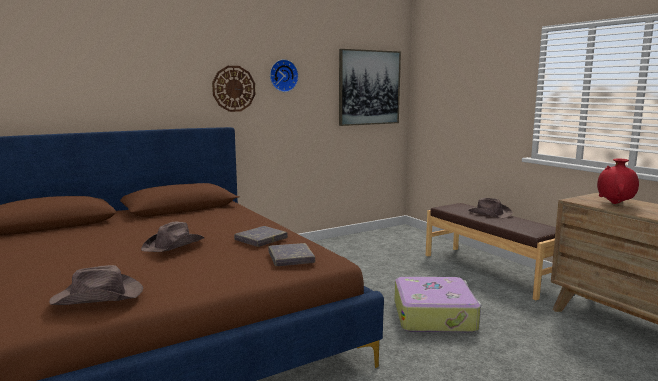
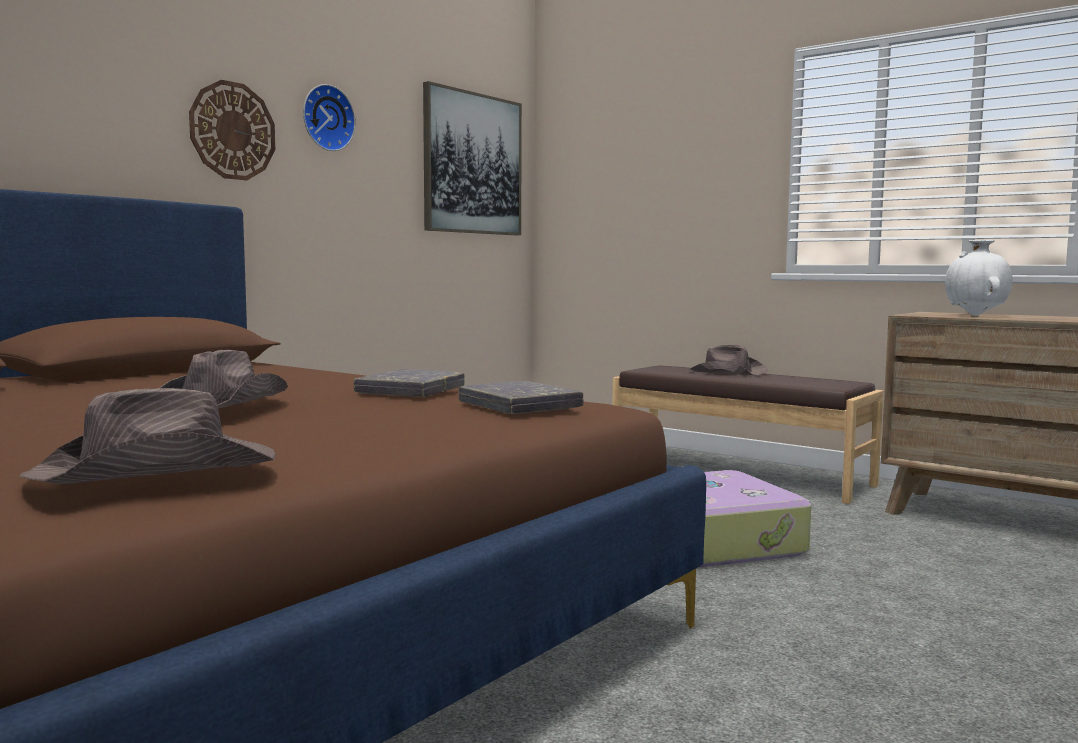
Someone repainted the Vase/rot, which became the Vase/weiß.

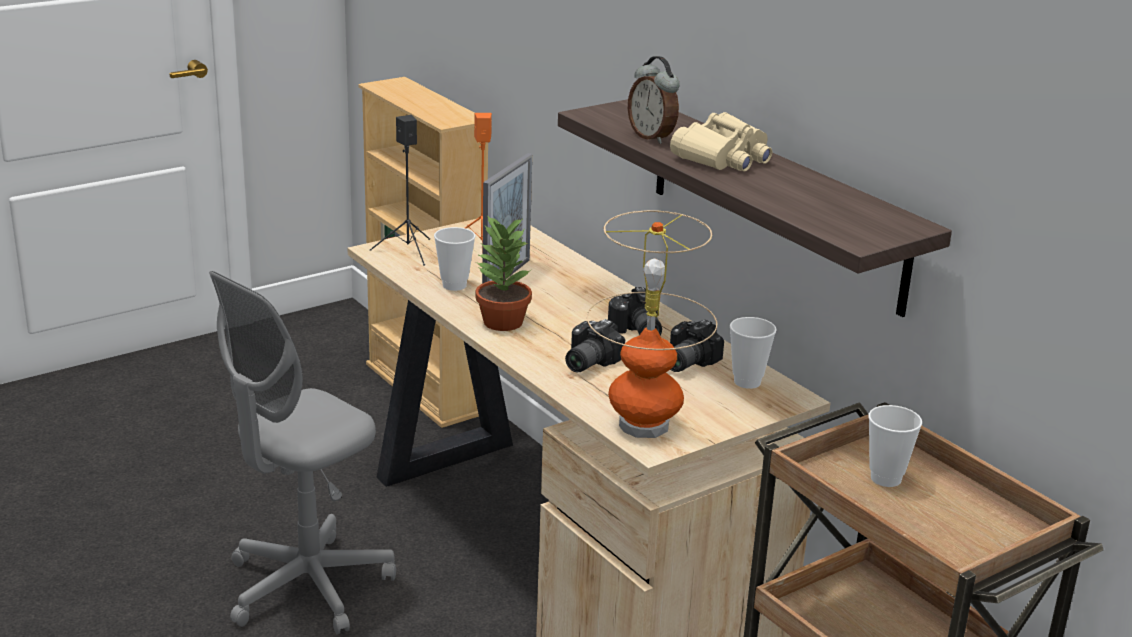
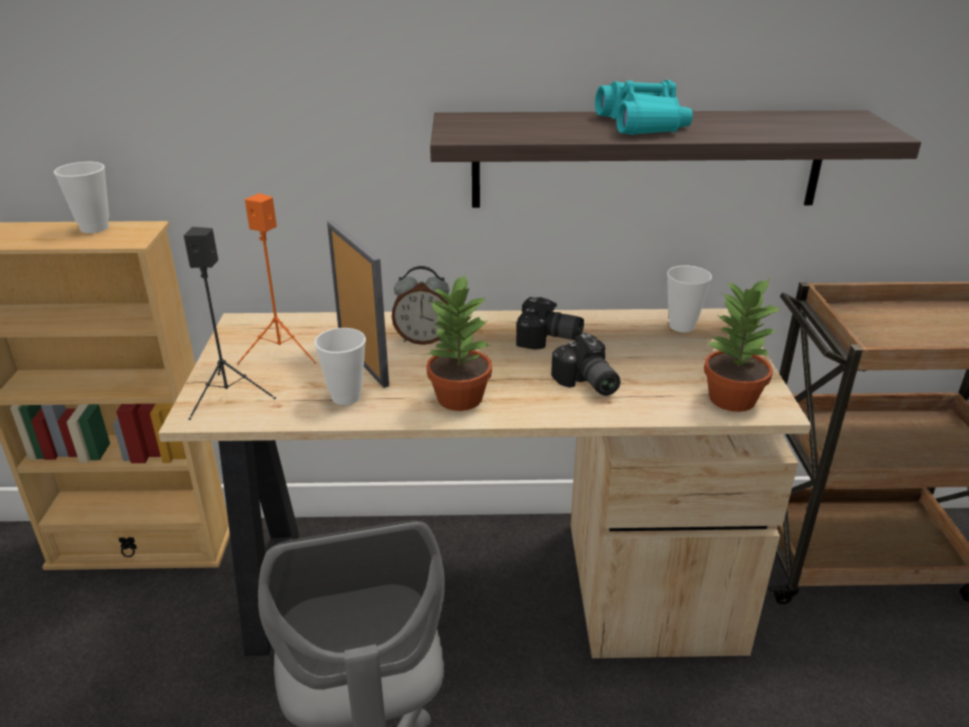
Someone took away the Kamera (no. 3 from left).
Someone carried the Wecker.
Someone carried the Tasse (no. 3 from left in the first image).
Someone swapped the Tischlampe for the Topfpflanze (no. 2 from left).
Someone repainted the Fernglas/beige, which became the Fernglas/türkis.

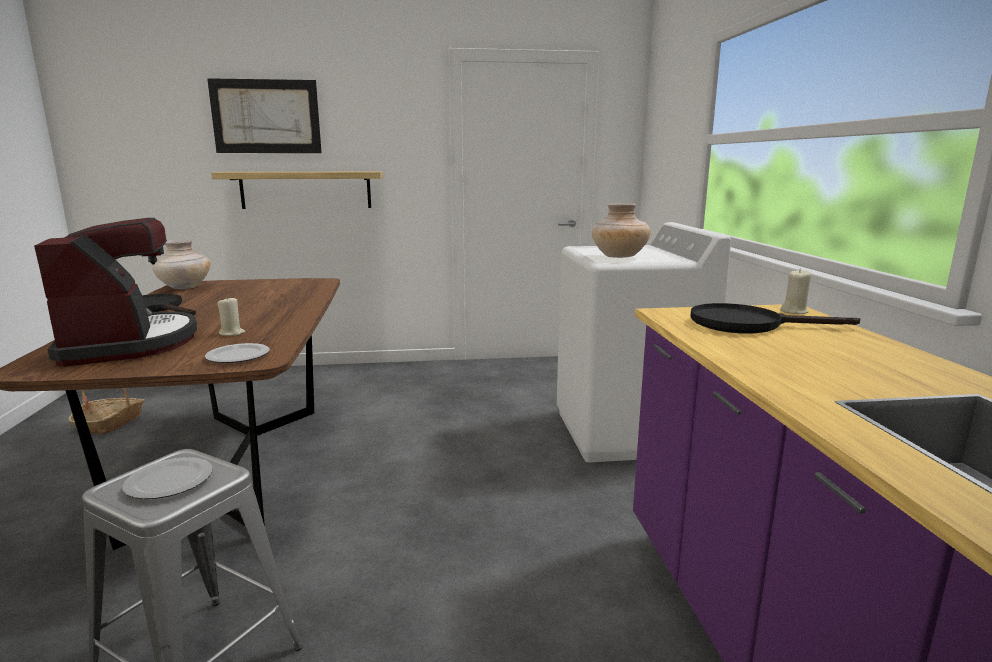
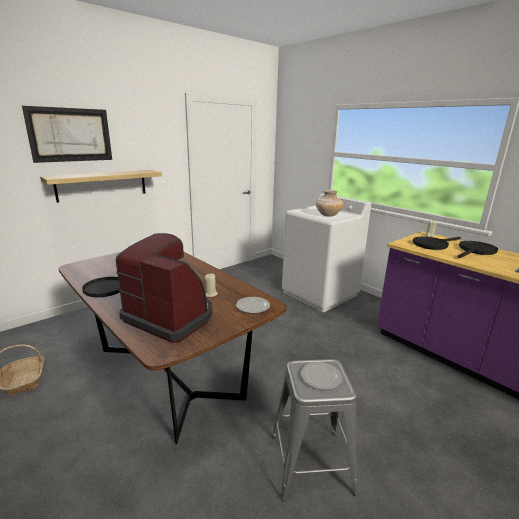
Someone took away the Vase/beige (no. 1 from left).
Someone put down the Pfanne/schwarz (no. 3 from left).

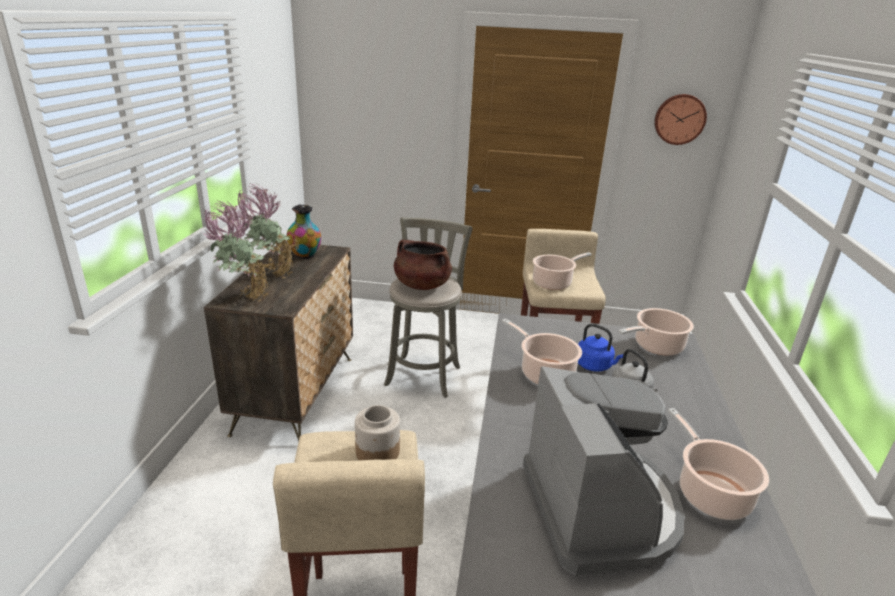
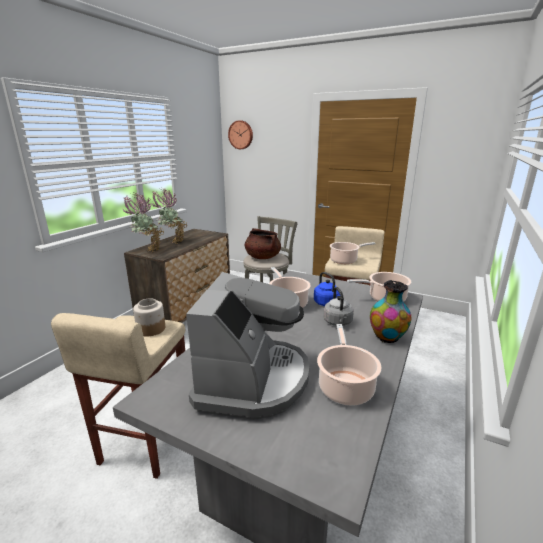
Someone carried the Vase.
Someone carried the Wanduhr.

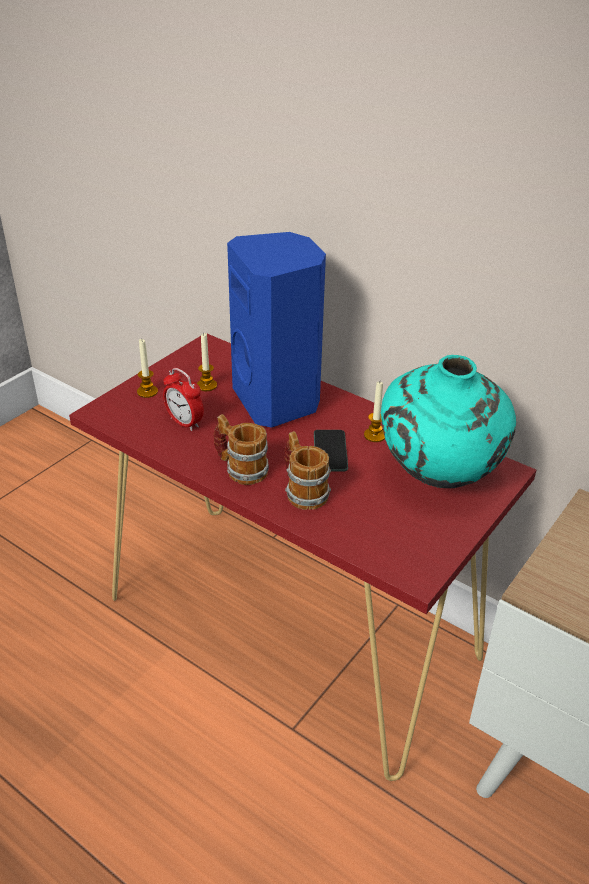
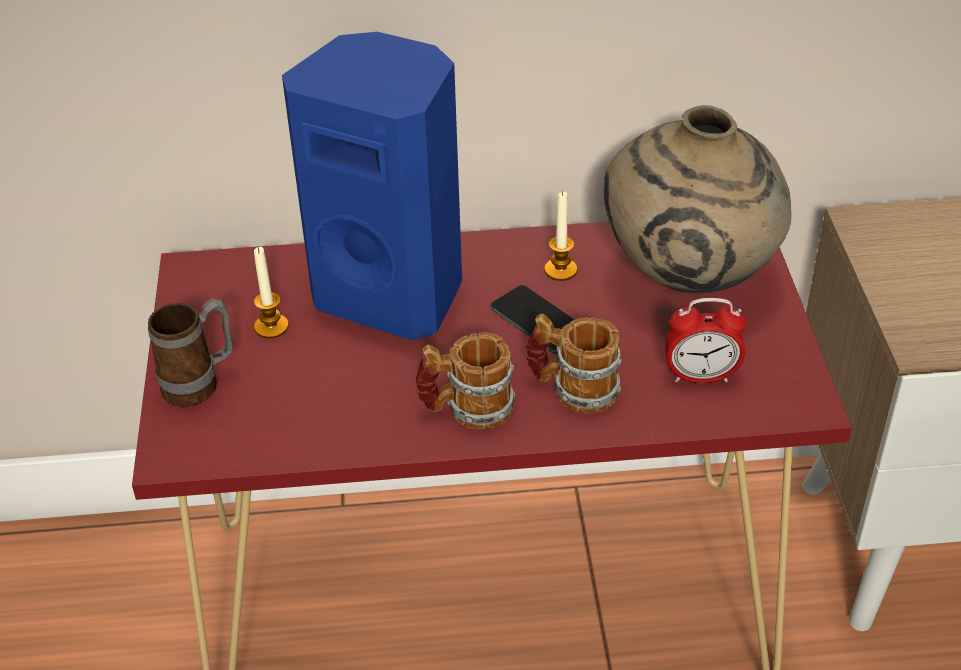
Someone carried the Wecker.
Someone swapped the Kerze (no. 1 from left) for the Henkelbecher (no. 1 from left).
Someone repainted the Vase/türkis, which became the Vase/beige.

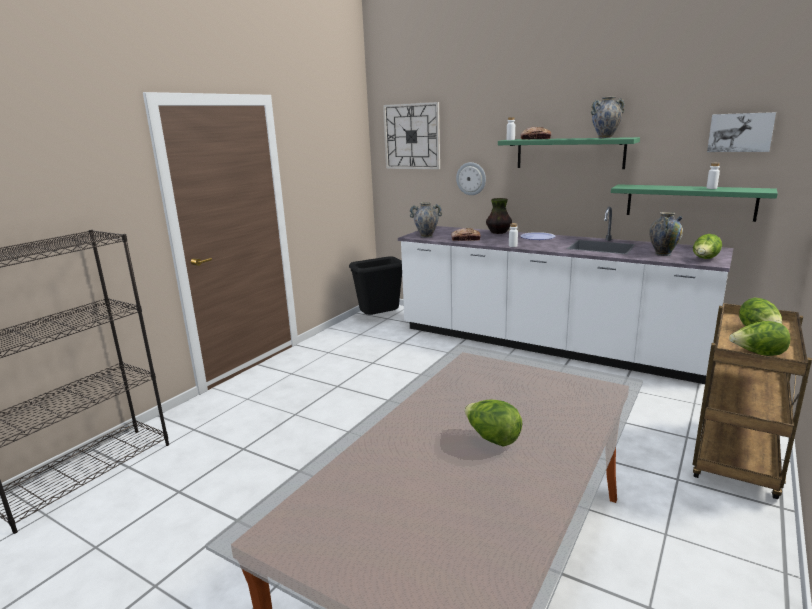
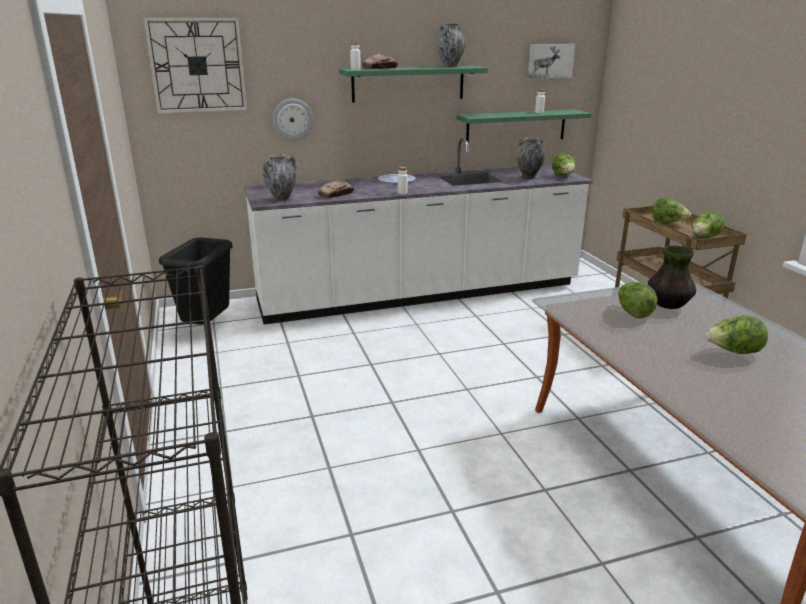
Someone put down the Salatkopf (no. 2 from left).
Someone carried the Vase (no. 2 from left in the first image).

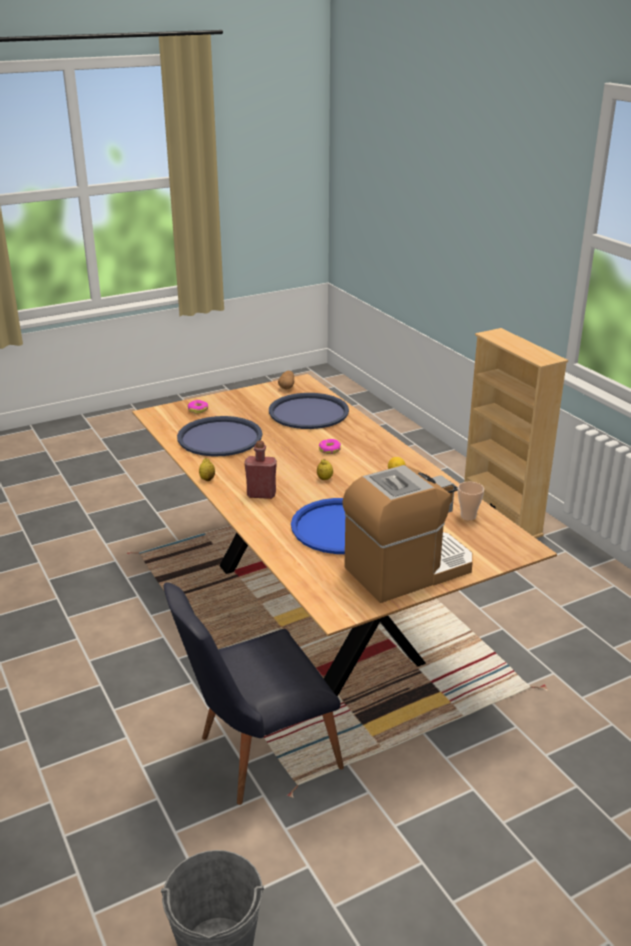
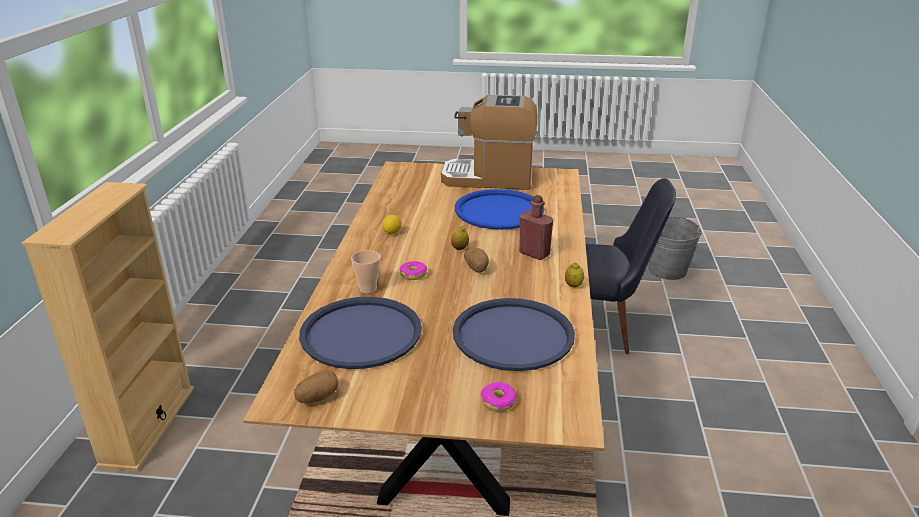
Someone put down the Kartoffel (no. 2 from left).
Someone carried the Tasse.

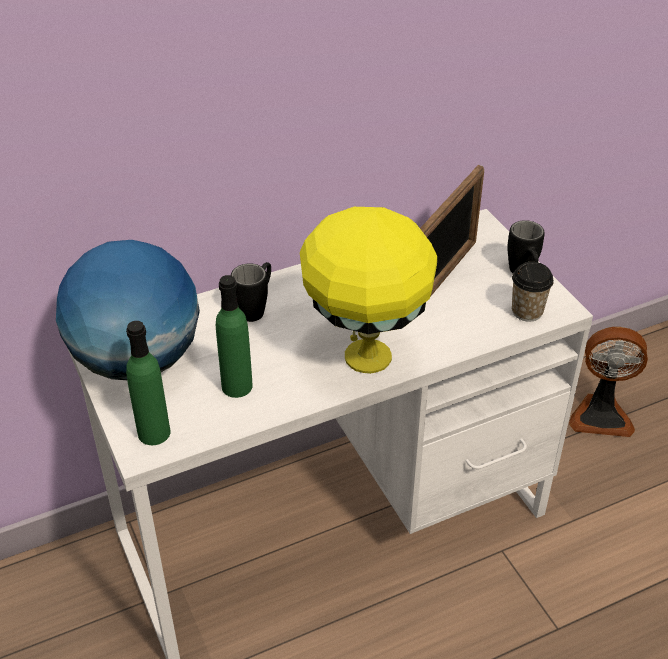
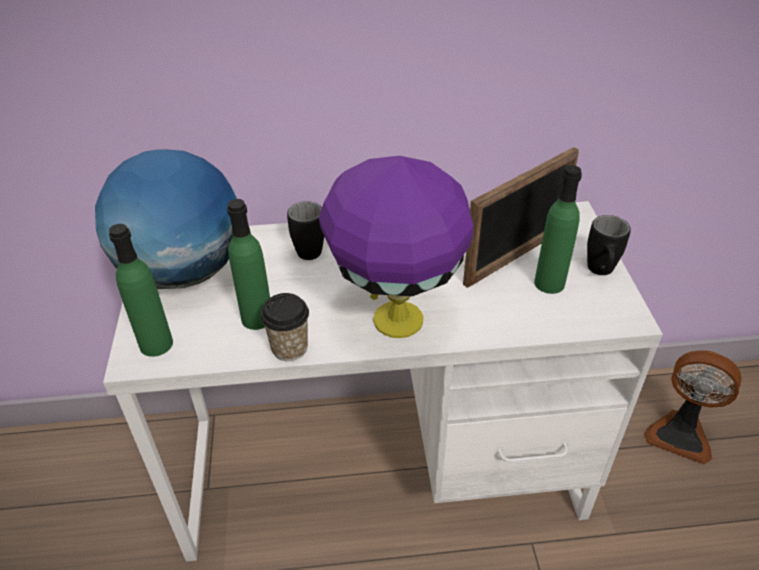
Someone put down the Flasche/grün (no. 3 from left).
Someone carried the Tasse.
Someone repainted the Tischlampe/gelb, which became the Tischlampe/lila.

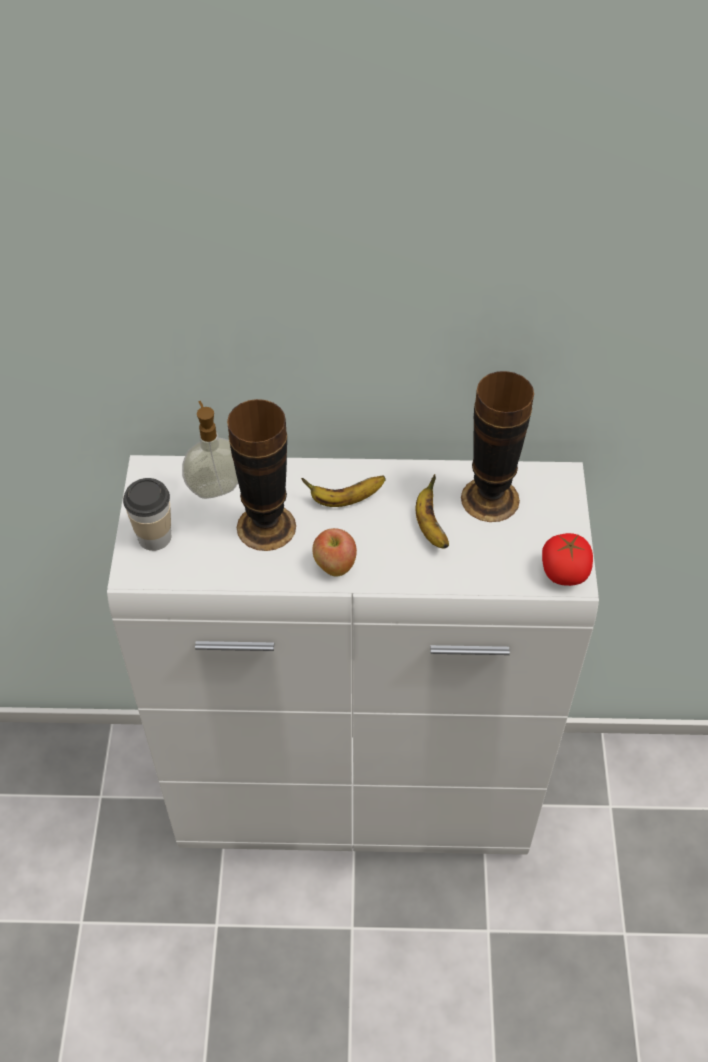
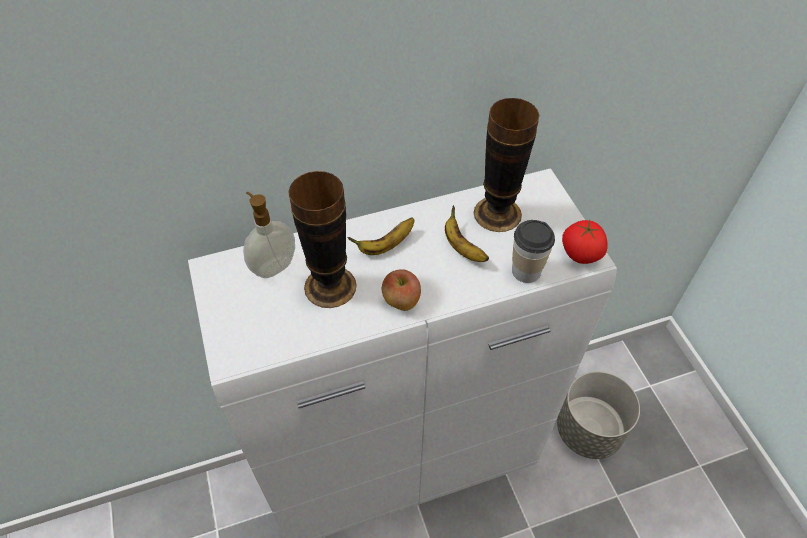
Someone put down the Pflanzkübel/grau.
Someone carried the Tasse.

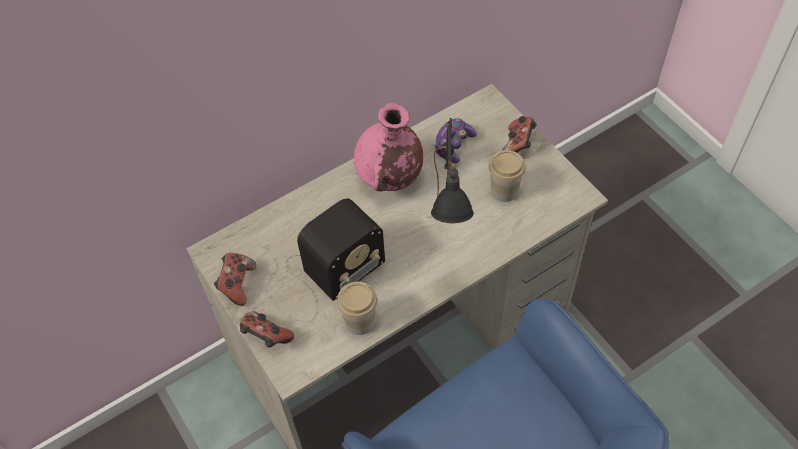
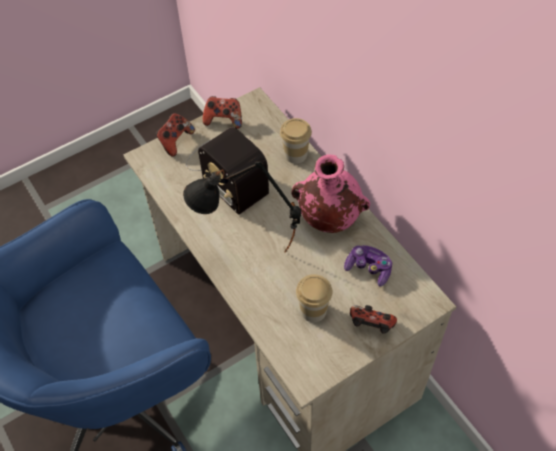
Someone carried the Tasse (no. 1 from left).

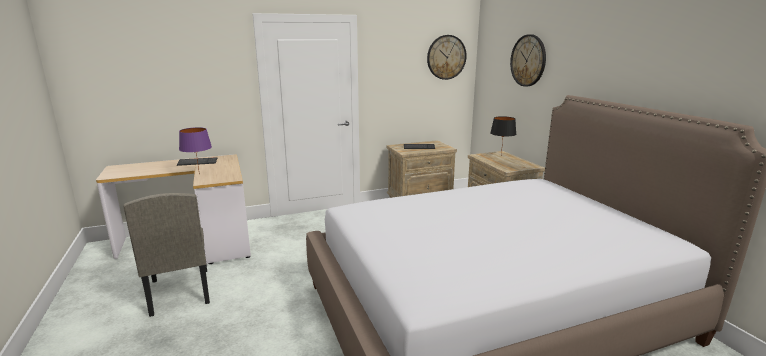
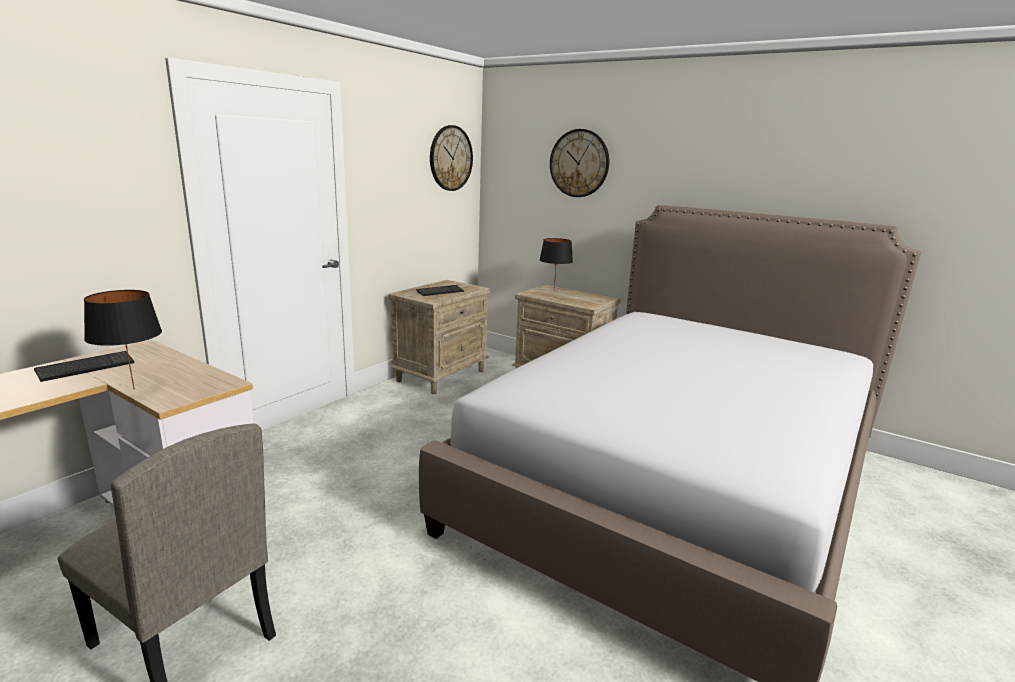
Someone repainted the Tischlampe/lila, which became the Tischlampe/schwarz (no. 1 from left).

